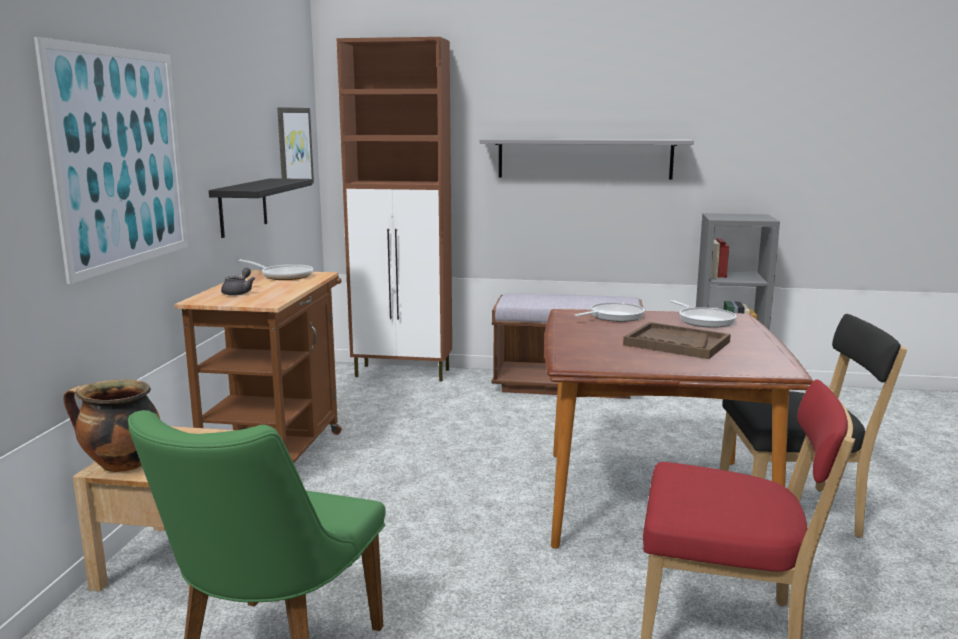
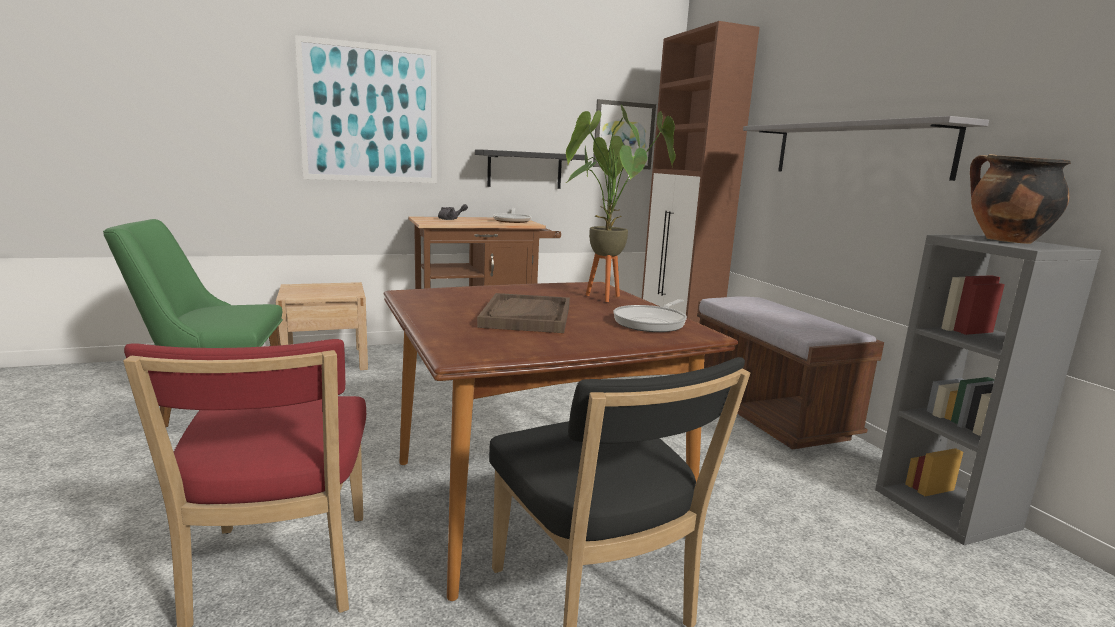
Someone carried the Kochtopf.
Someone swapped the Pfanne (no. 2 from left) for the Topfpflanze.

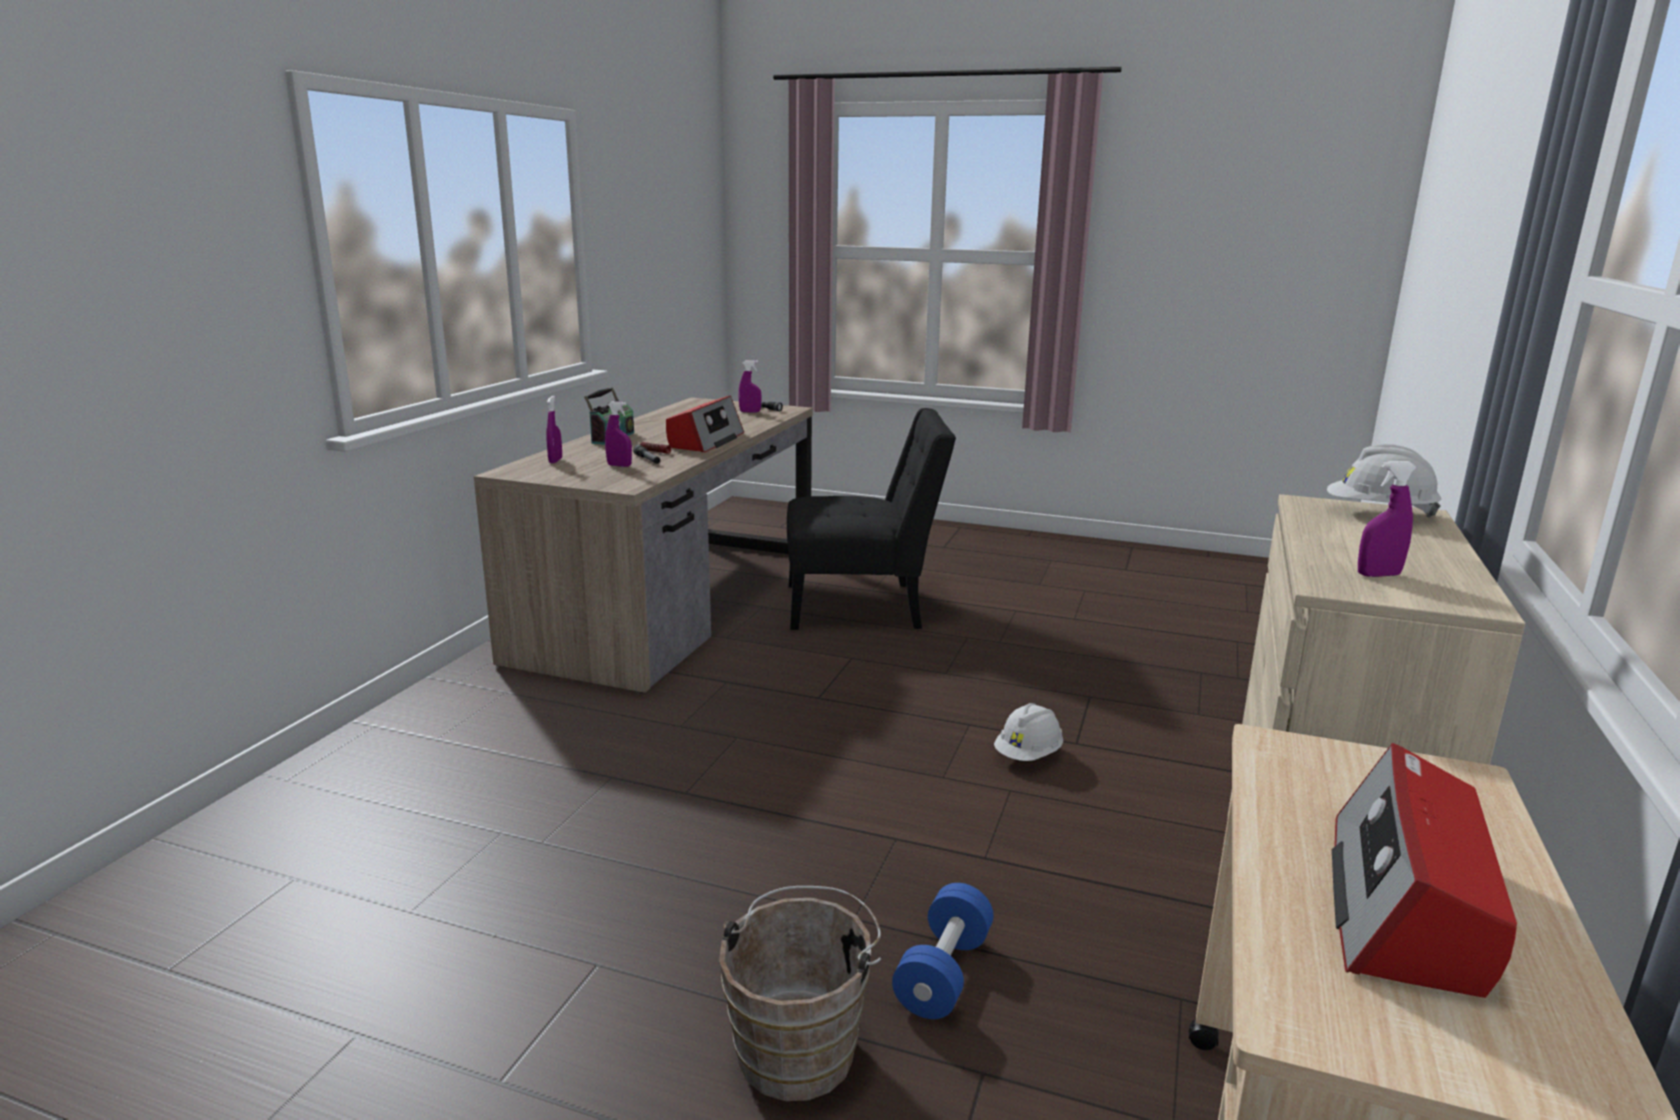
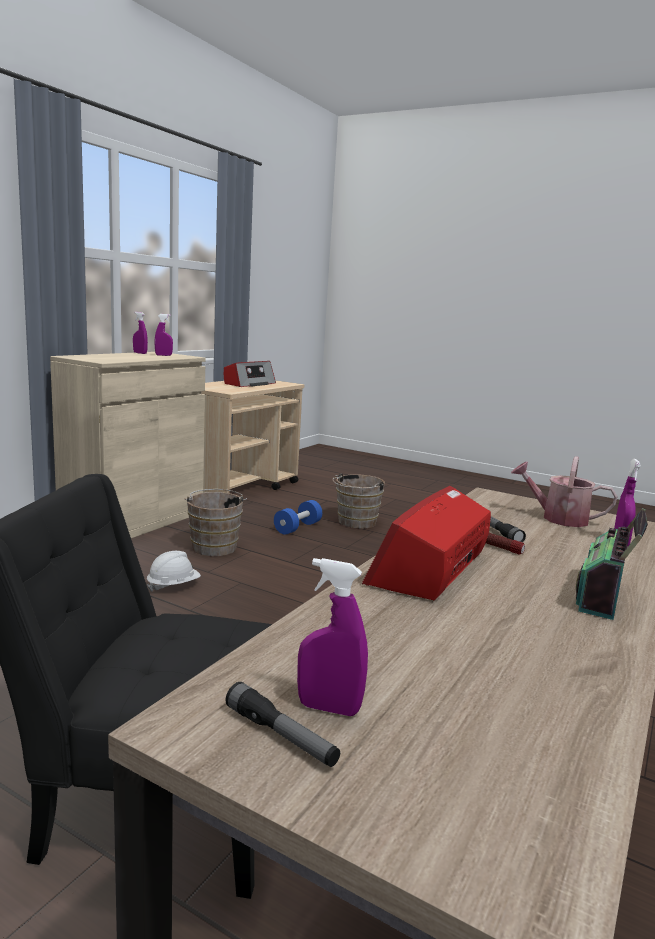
Someone took away the Schutzhelm/weiß (no. 2 from left).
Someone put down the Eimer/braun (no. 1 from left).
Someone put down the Gießkanne.
Someone carried the Sprühflasche/lila (no. 2 from left in the first image).

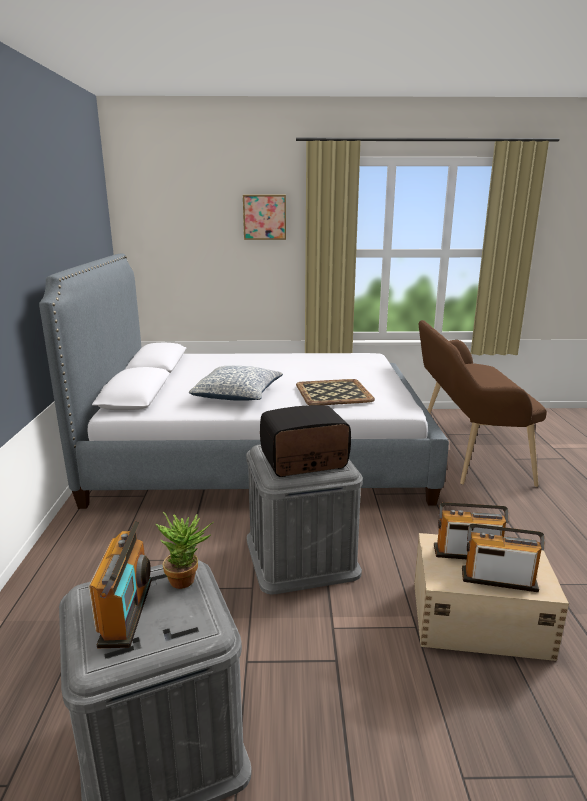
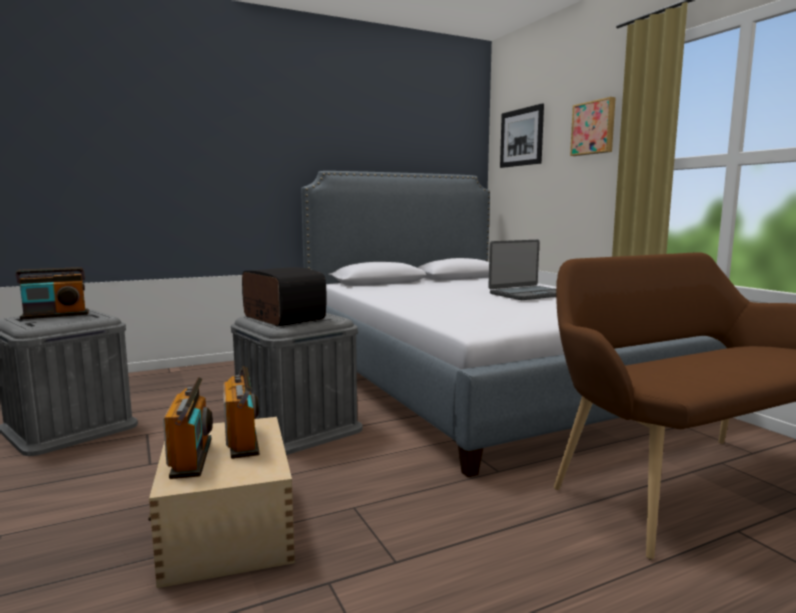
Someone took away the Topfpflanze.
Someone took away the Kissen.
Someone took away the Tablett.
Someone put down the Laptop.
Someone put up the Bild (no. 1 from left).

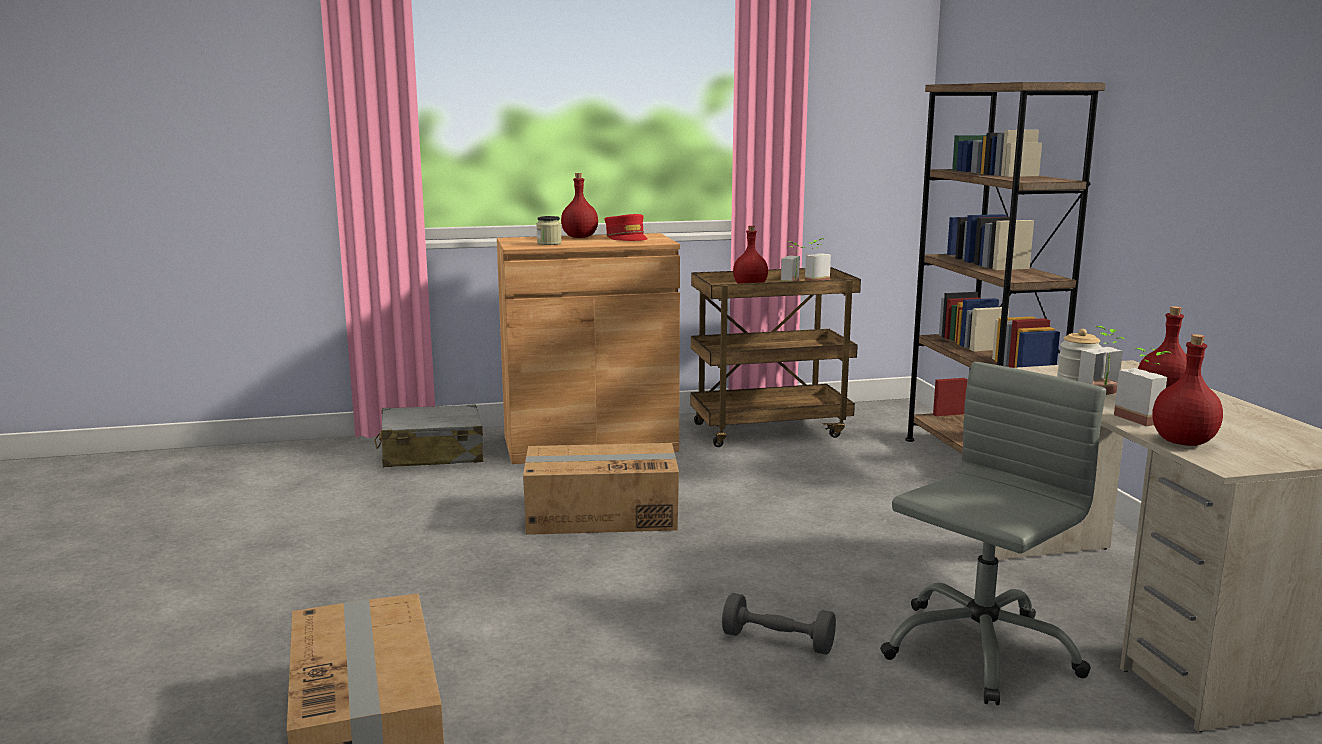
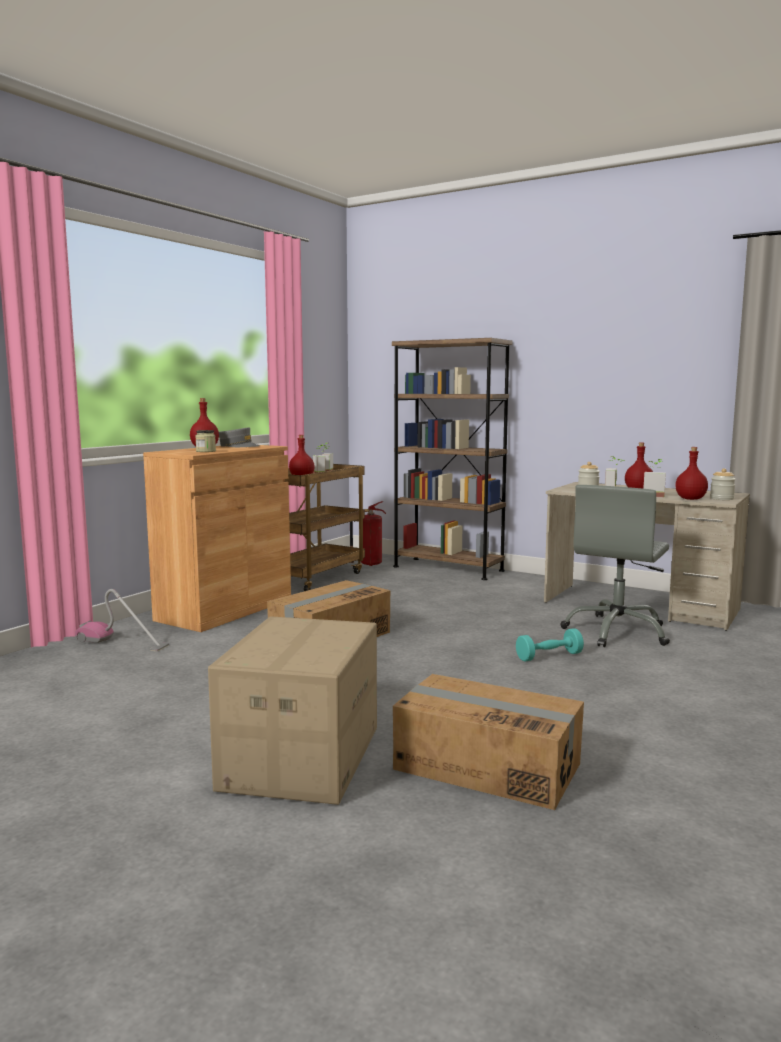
Someone put down the Karton (no. 1 from left).
Someone put down the Feuerlöscher.
Someone put down the Vorratsglas (no. 3 from left).
Someone swapped the Koffer/grau for the Staubsauger.
Someone repainted the Kappe/rot, which became the Kappe/grau.
Someone repainted the Hantel/grau, which became the Hantel/türkis.
Someone rotated the Bürostuhl/grau by 150 degrees counterclockwise.

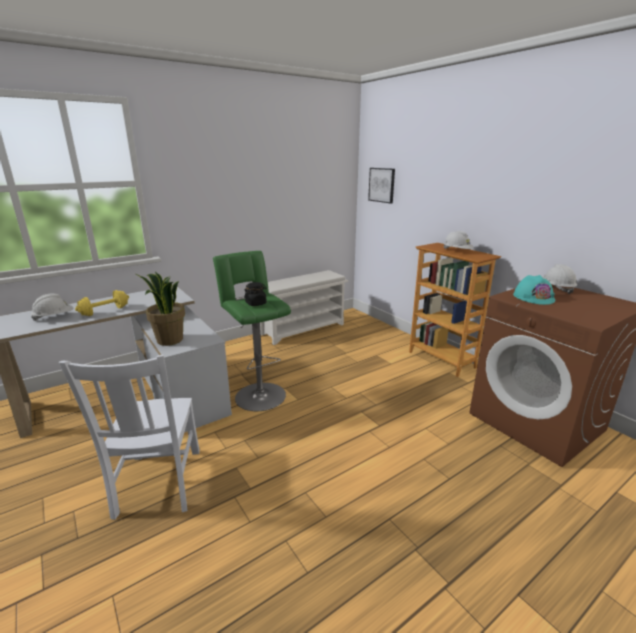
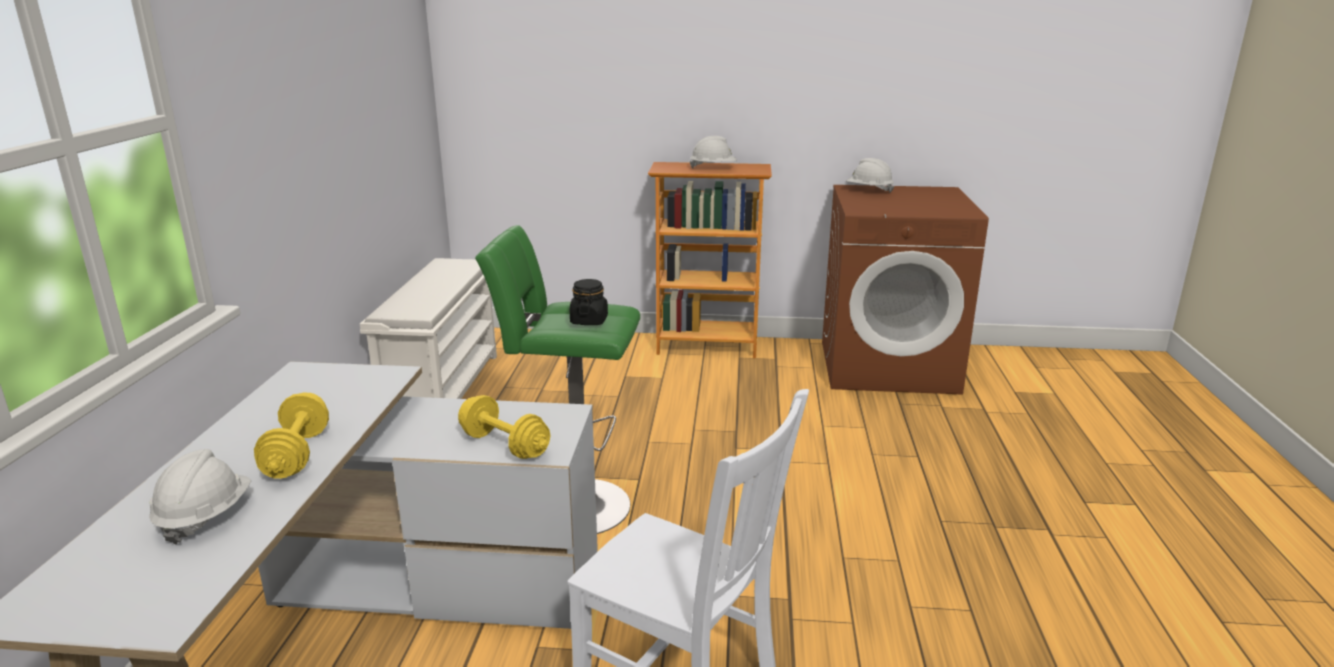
Someone took away the Bild.
Someone took away the Schutzhelm/türkis.
Someone swapped the Topfpflanze for the Hantel/gelb (no. 2 from left).

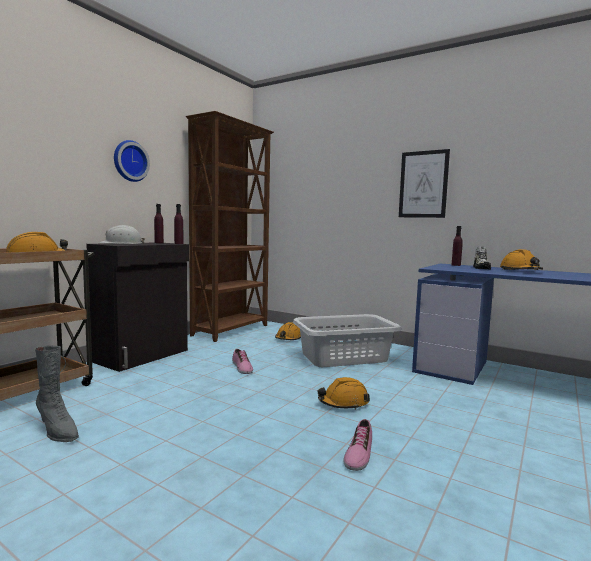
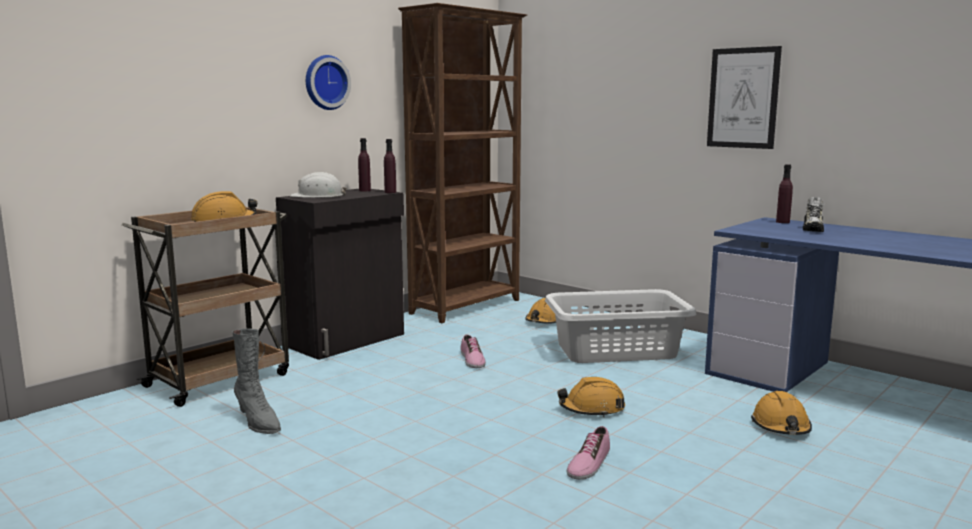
Someone carried the Schutzhelm/orange (no. 4 from left).

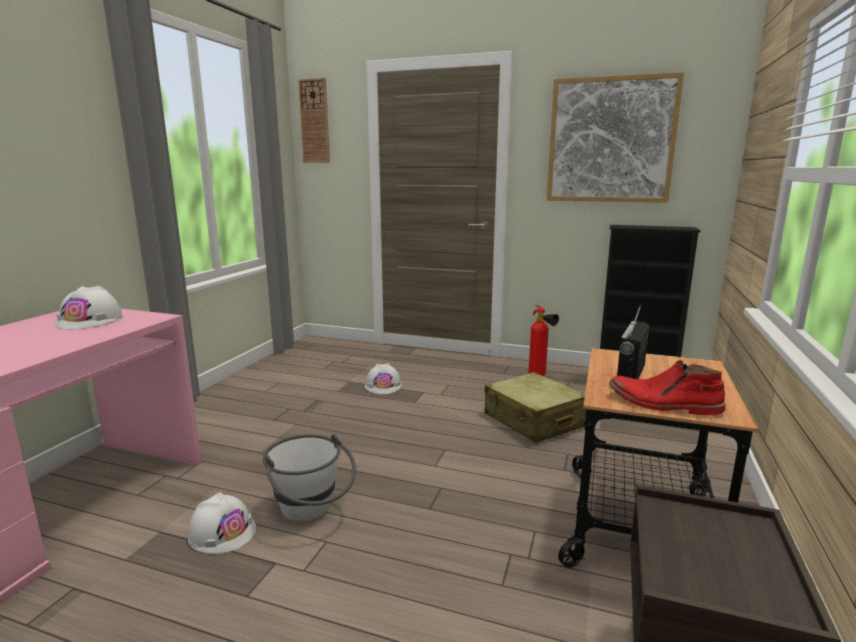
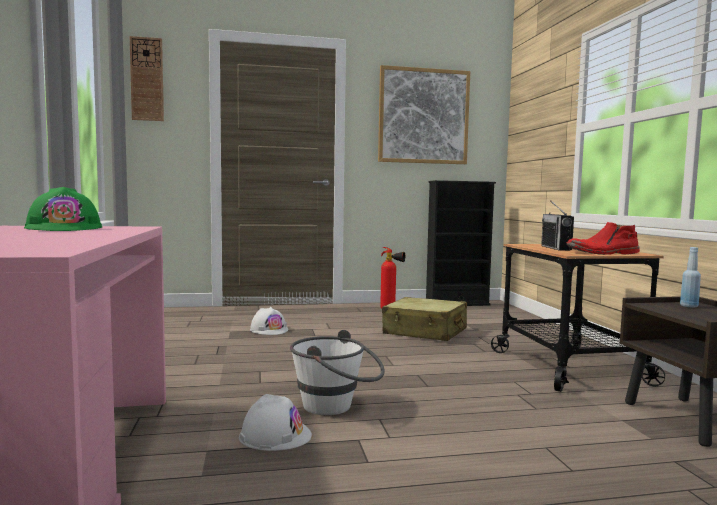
Someone put down the Flasche/blau.
Someone repainted the Schutzhelm/weiß (no. 1 from left), which became the Schutzhelm/grün.

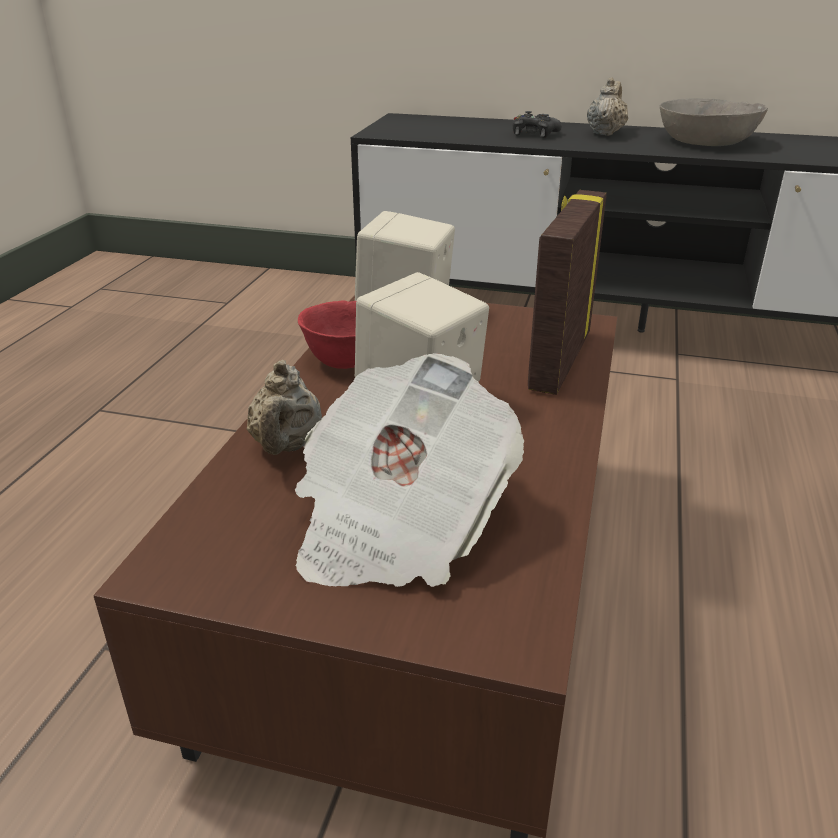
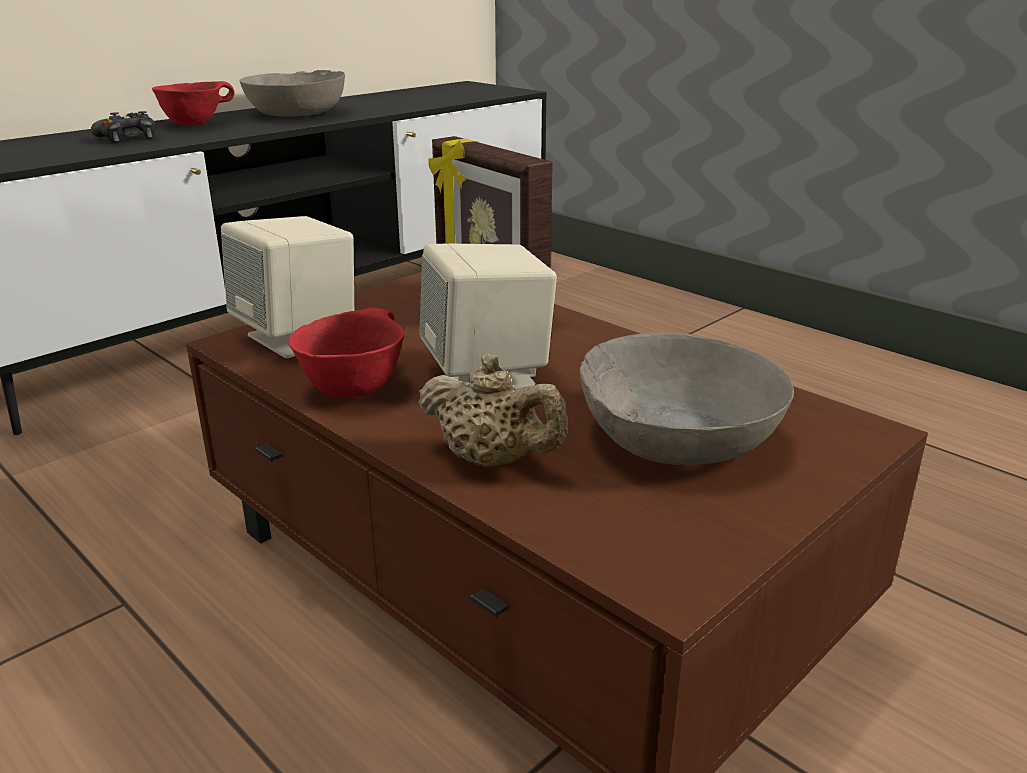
Someone swapped the Zeitung for the Schüssel/grau (no. 2 from left).
Someone swapped the Teekanne/beige (no. 2 from left) for the Schüssel/rot (no. 1 from left).

